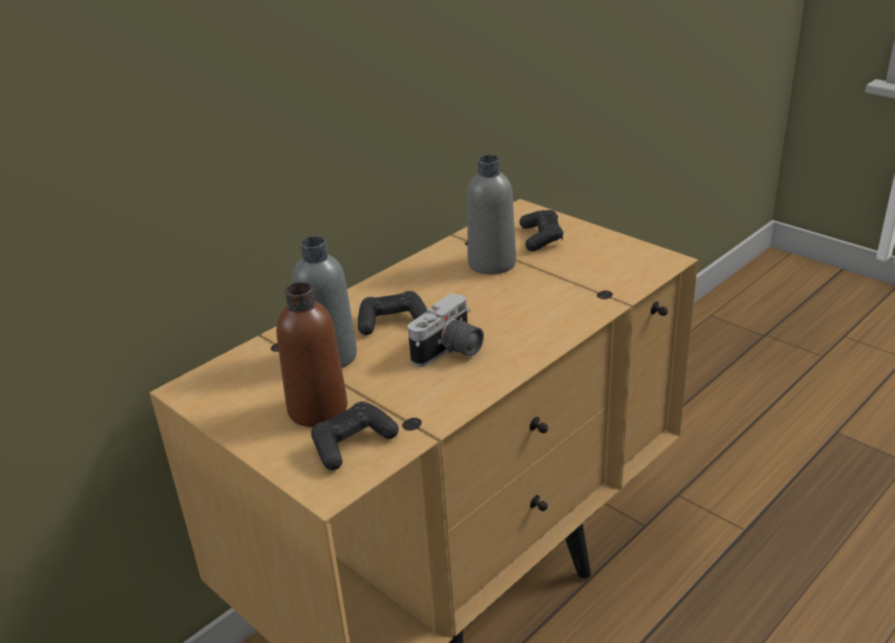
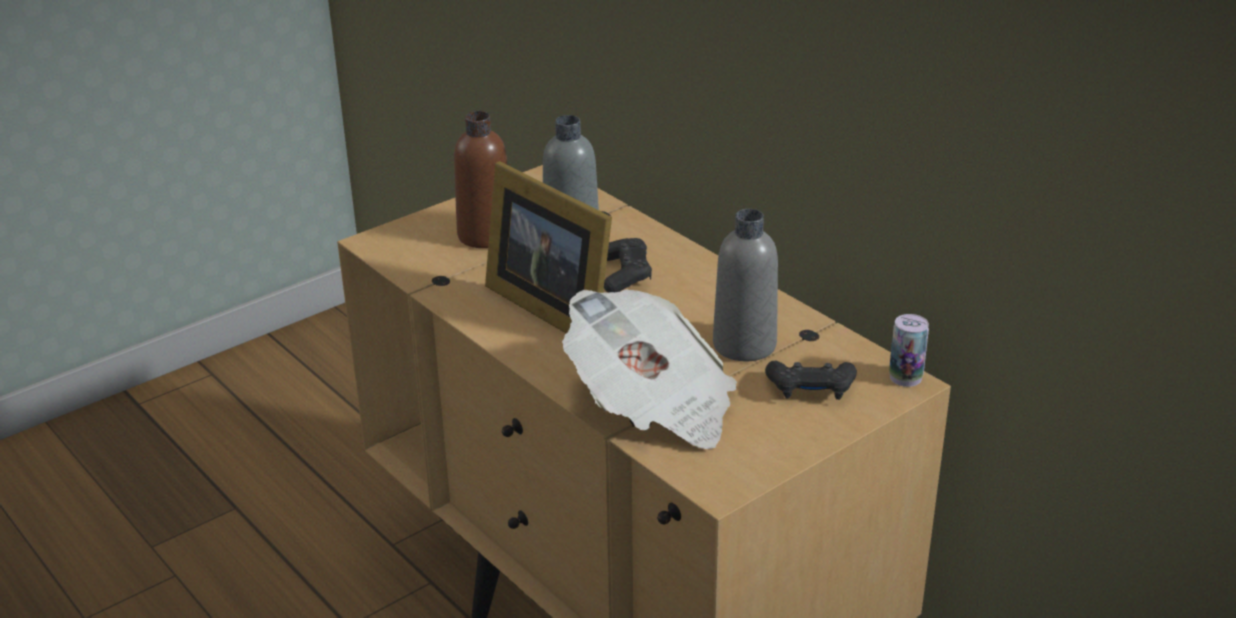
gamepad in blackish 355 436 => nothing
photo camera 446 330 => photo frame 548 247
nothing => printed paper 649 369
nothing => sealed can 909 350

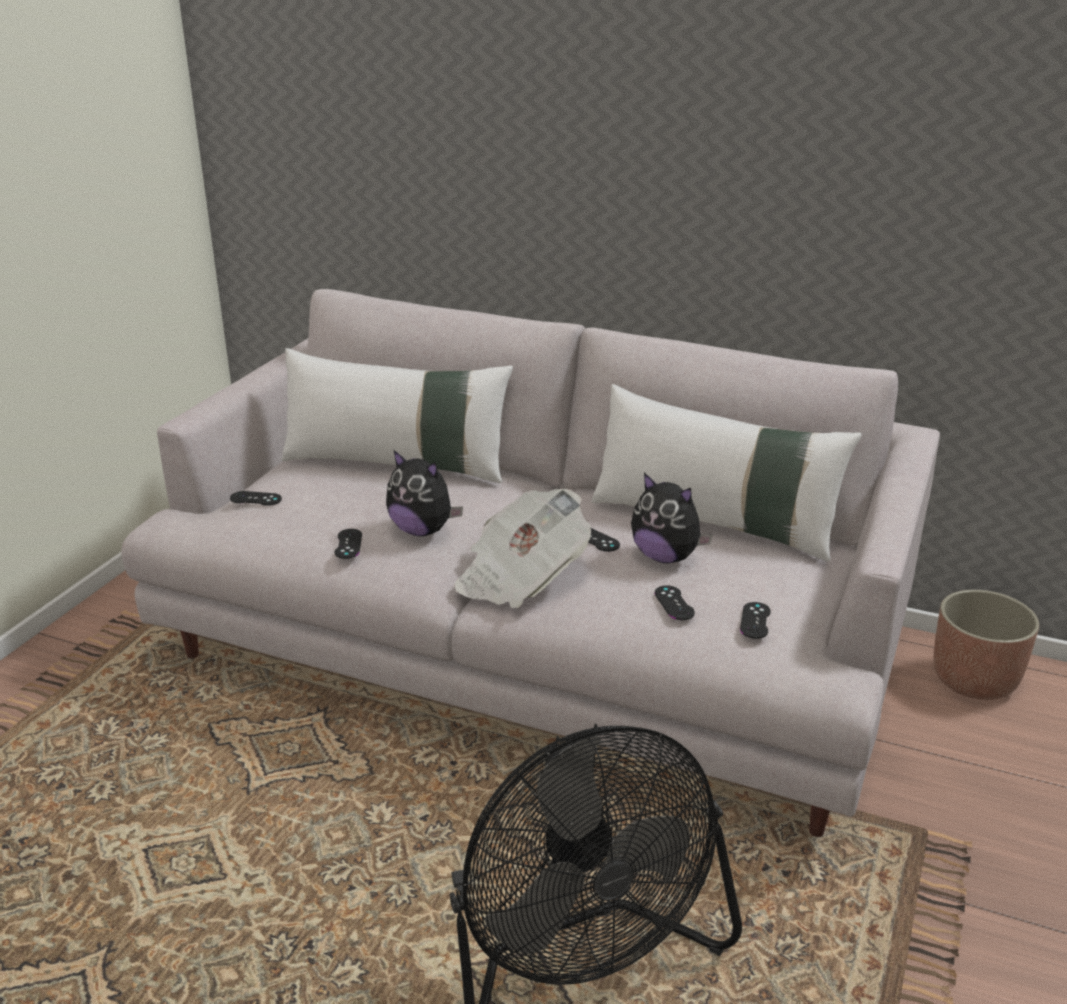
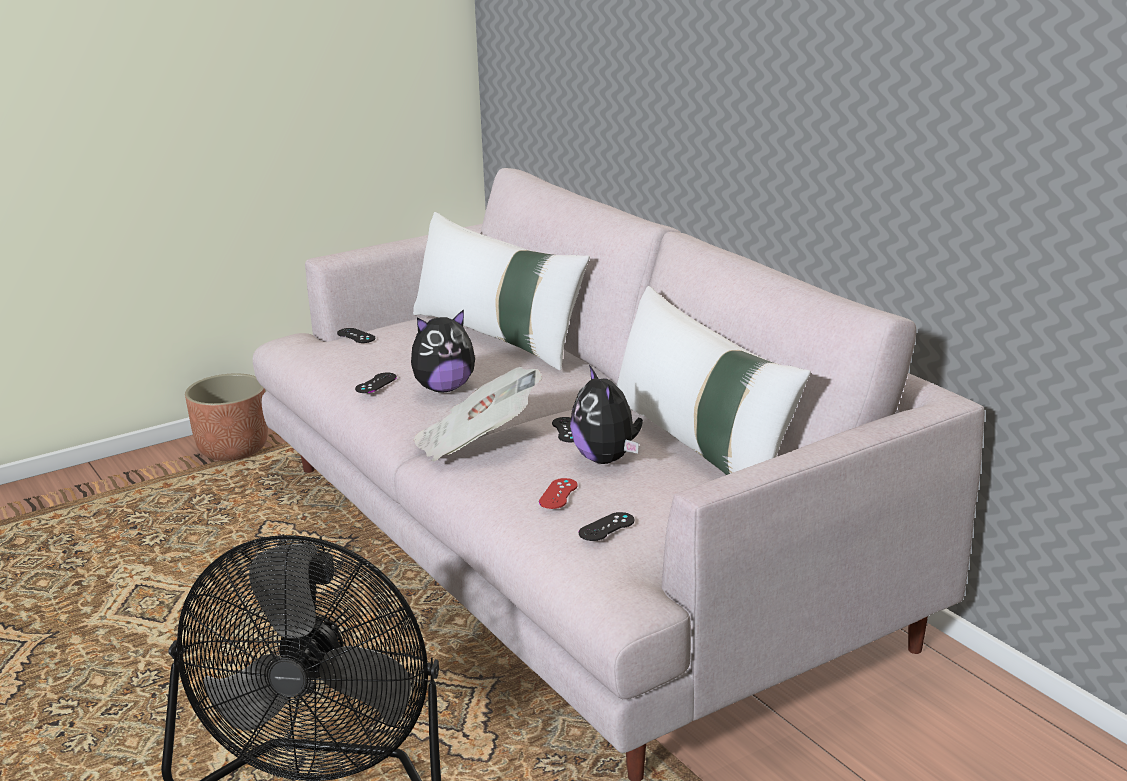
cuddly toy 424 493 => cuddly toy 443 350, 90 degrees counterclockwise
gamepad in blackish 674 602 => gamepad in red 558 493
plant pot 986 645 => plant pot 226 417, relocated

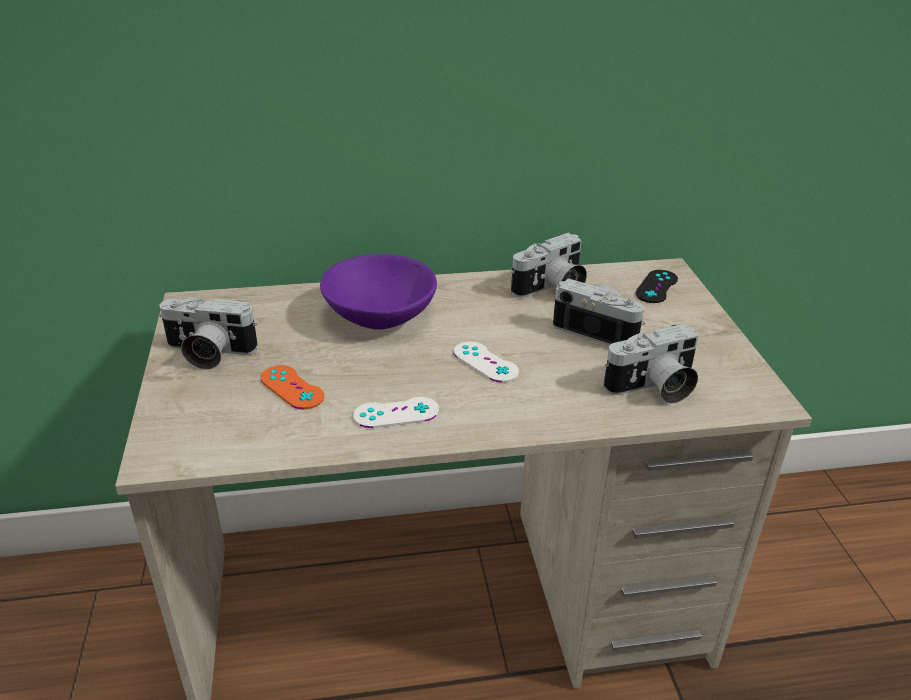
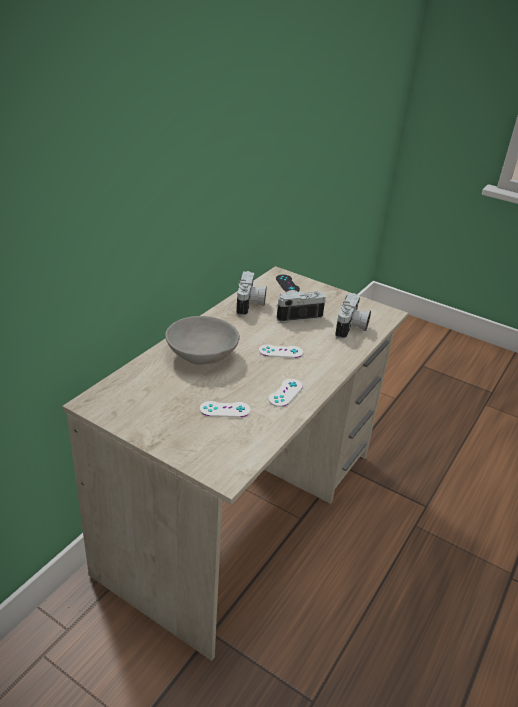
photo camera 208 333 => nothing
gamepad in orangey 292 387 => gamepad in whitish 225 409
deep dish in purple-coloured 378 292 => deep dish in greyish 202 340

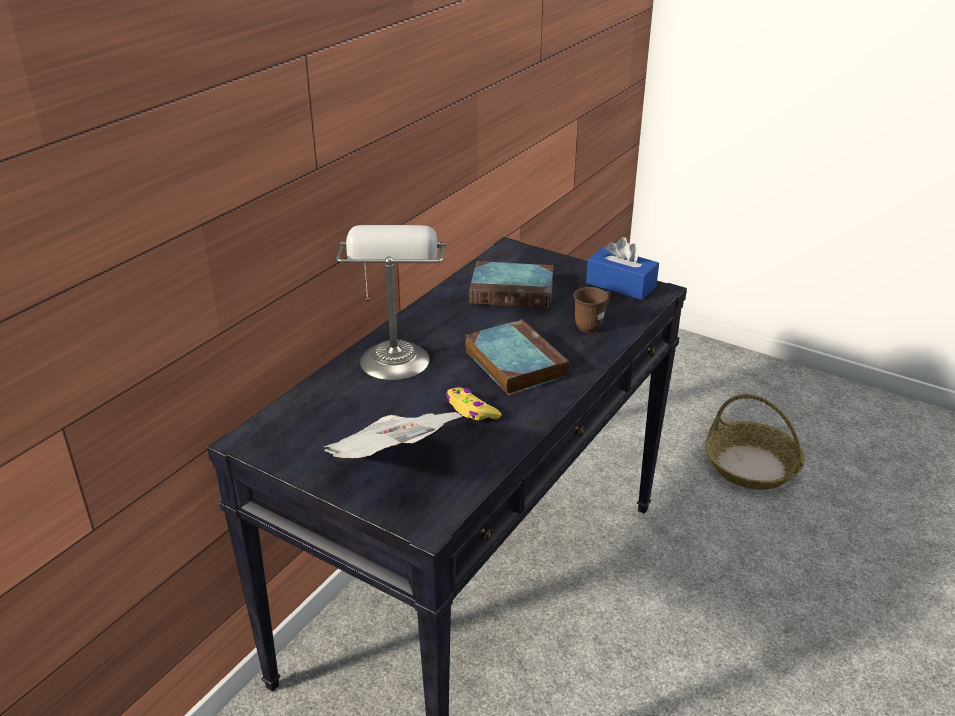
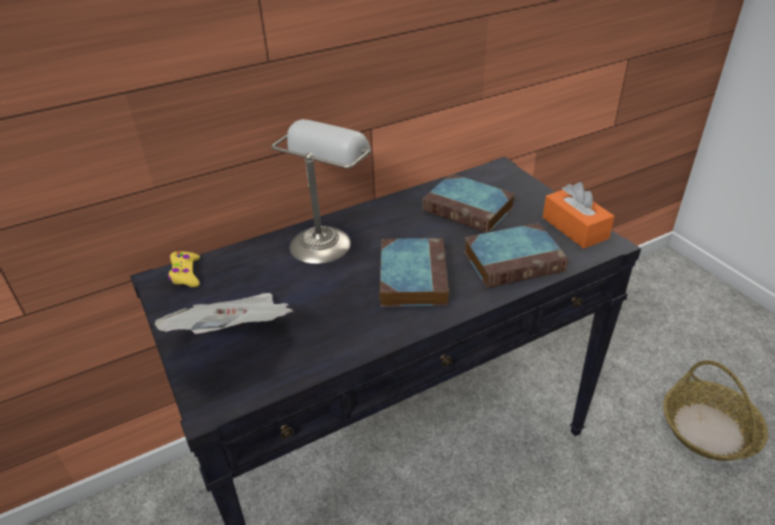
gamepad in yellow-coloured 474 404 => gamepad in yellow-coloured 184 269, relocated
coffee mug in brownish 591 310 => bound book 515 255
tissue holder in blue-coloured 622 268 => tissue holder in orangey 579 215

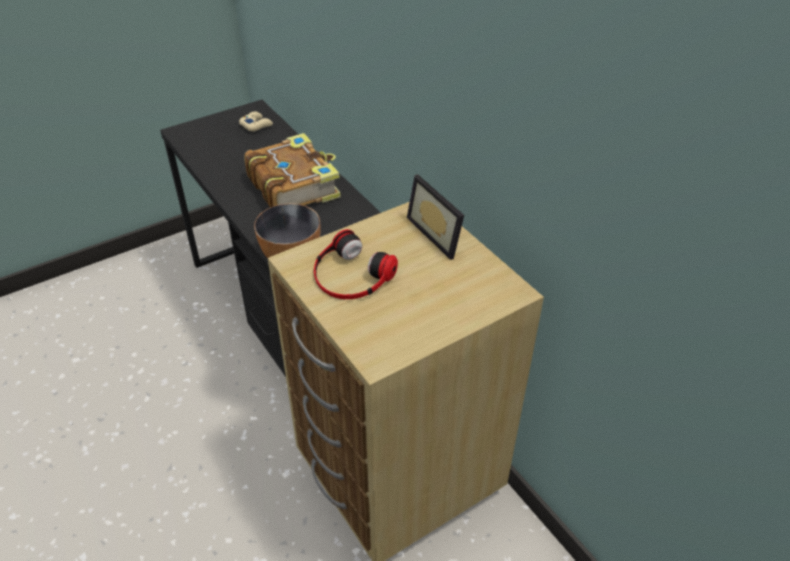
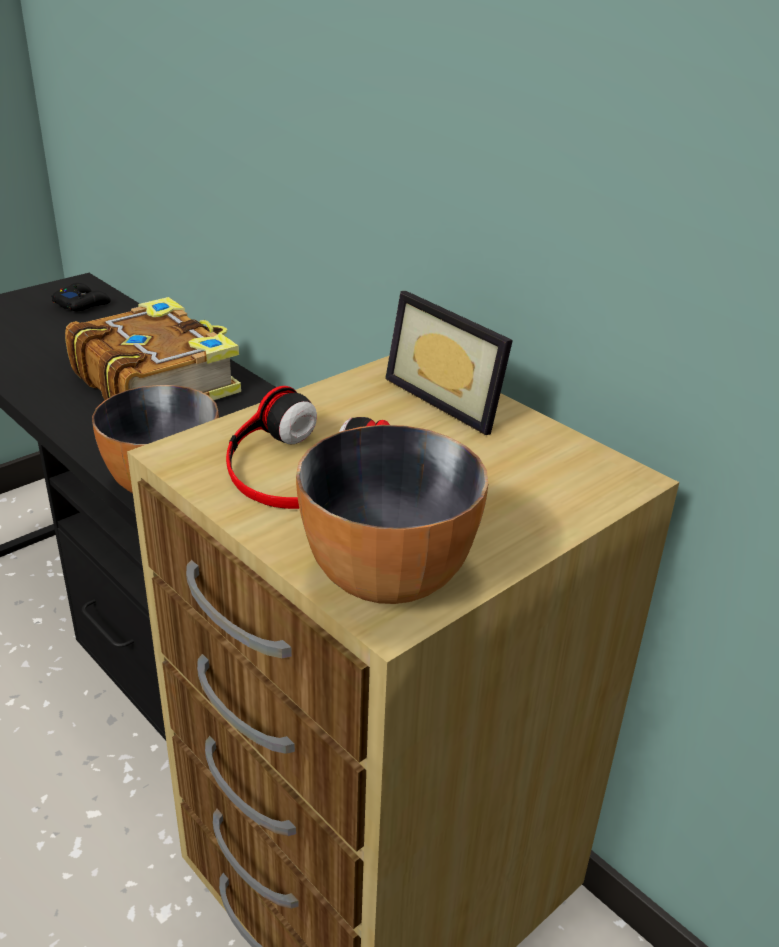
gamepad in sand-coloured 256 121 => gamepad in blackish 81 297
nothing => deep dish 392 514

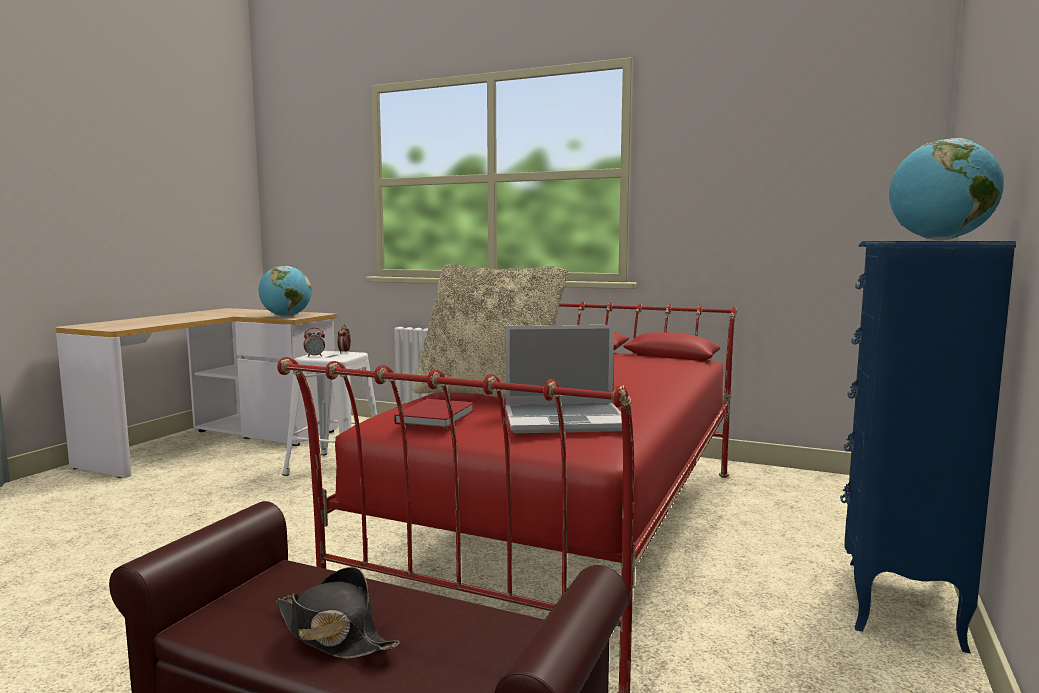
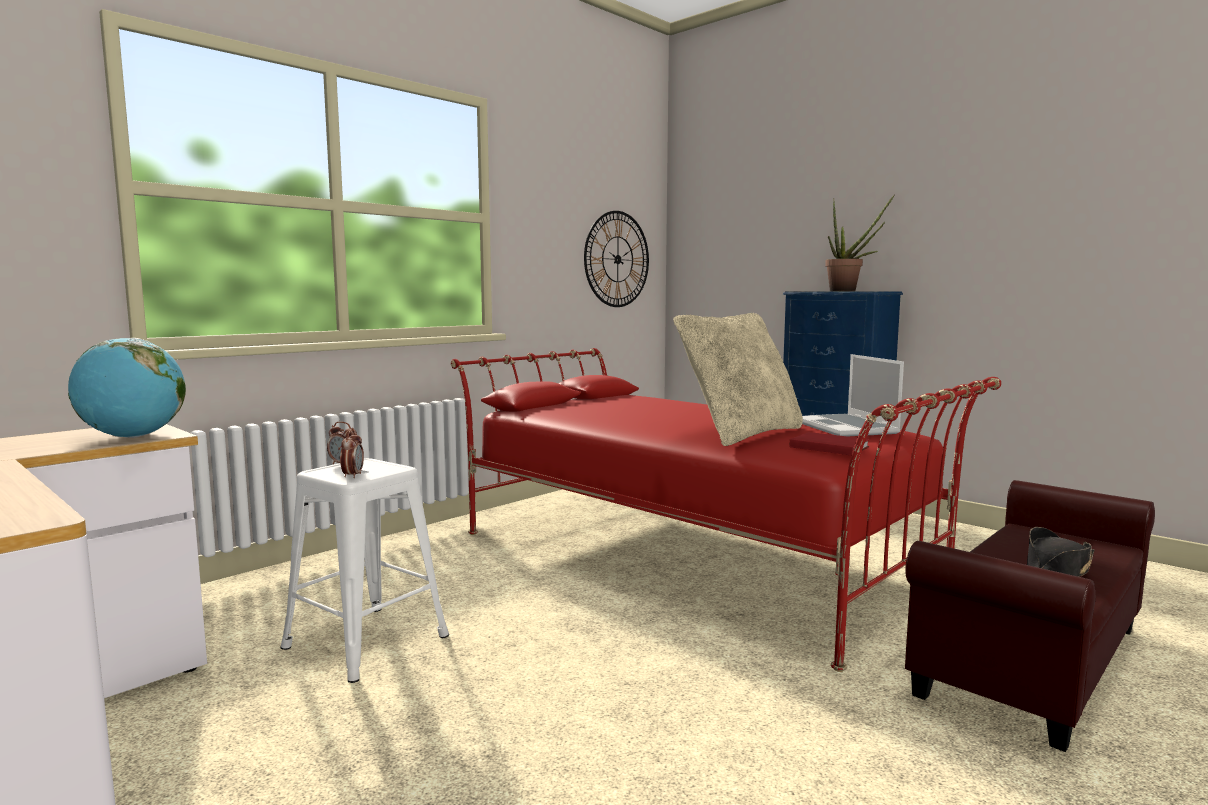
laptop 563 379 => laptop 853 395, 150 degrees clockwise
globe 946 189 => houseplant 860 242
nothing => clock on the wall 616 259

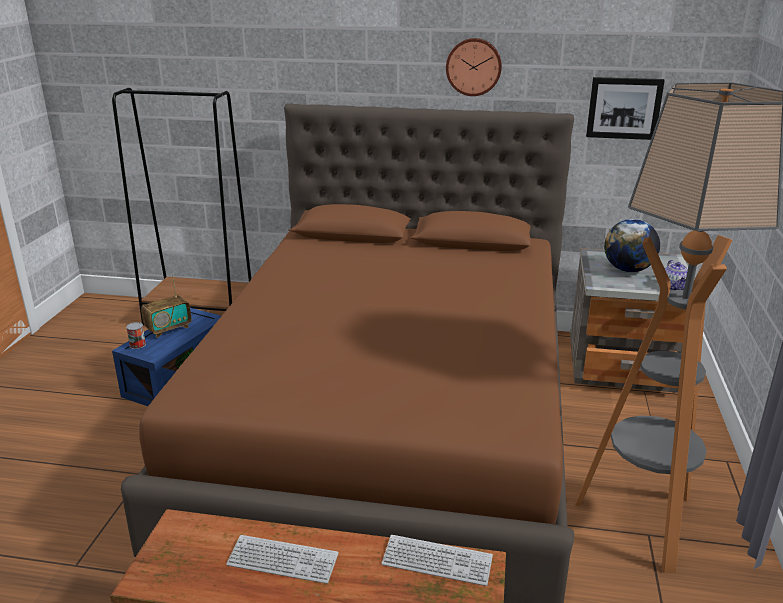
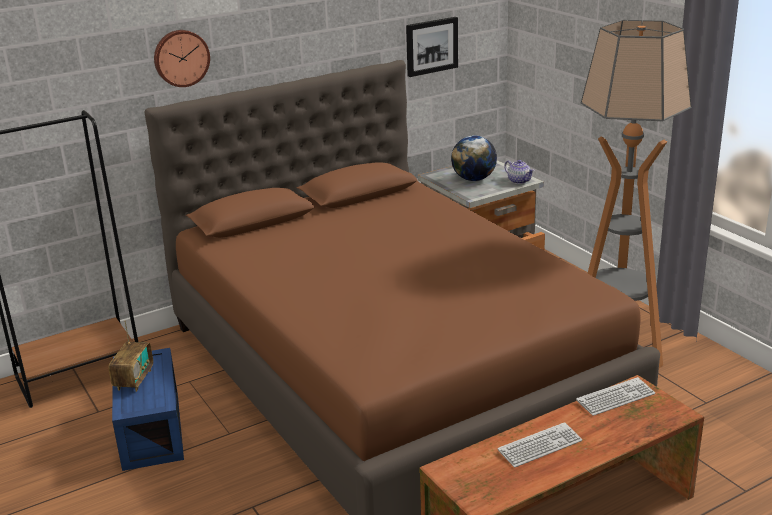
sealed can 136 335 => nothing
clock on the wall 474 67 => clock on the wall 182 58, relocated

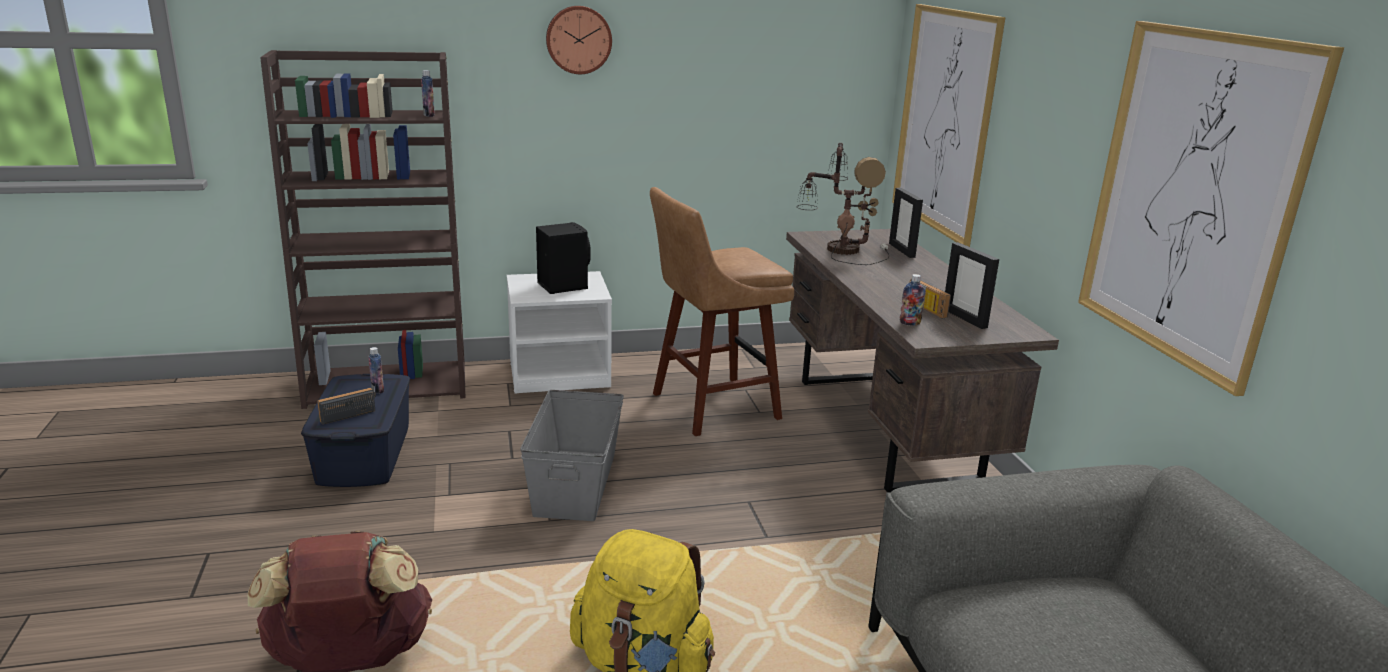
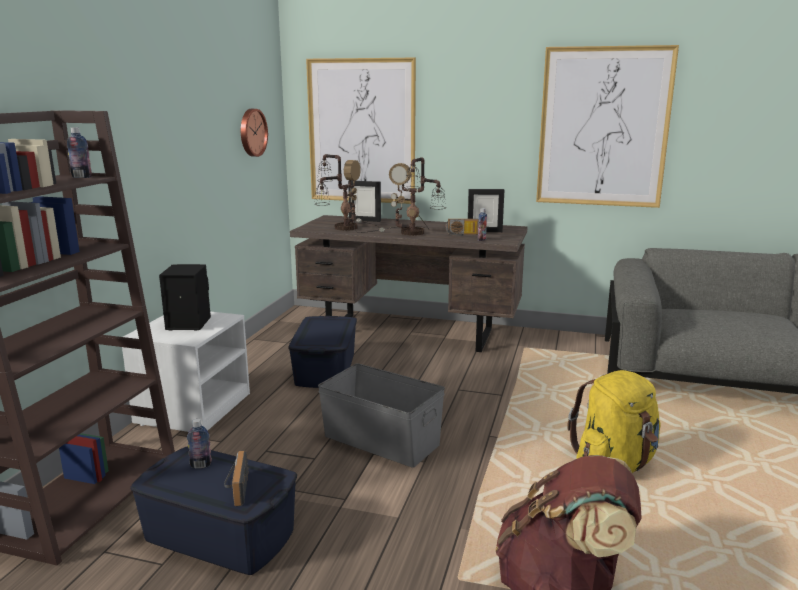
clock on the wall 579 40 => clock on the wall 254 133, relocated
sitting stool in brownish 722 311 => storage box in blue-coloured 322 352
nothing => tabletop lamp 412 196

